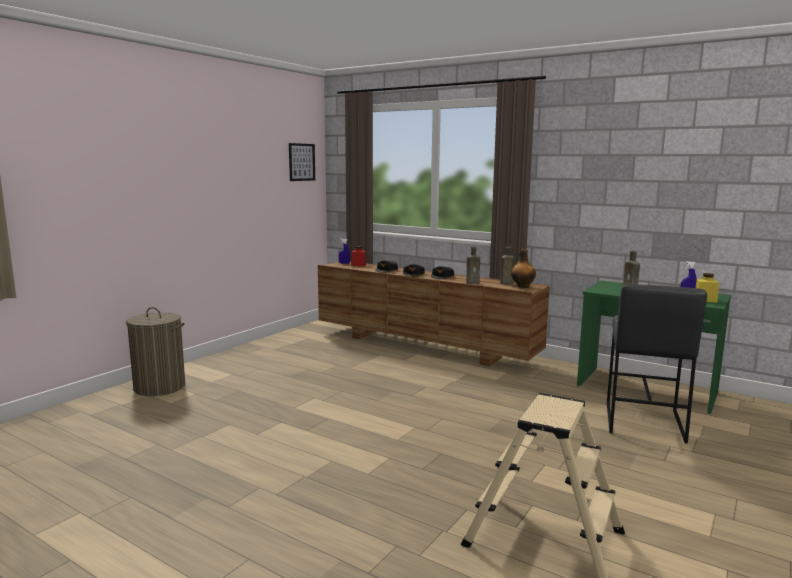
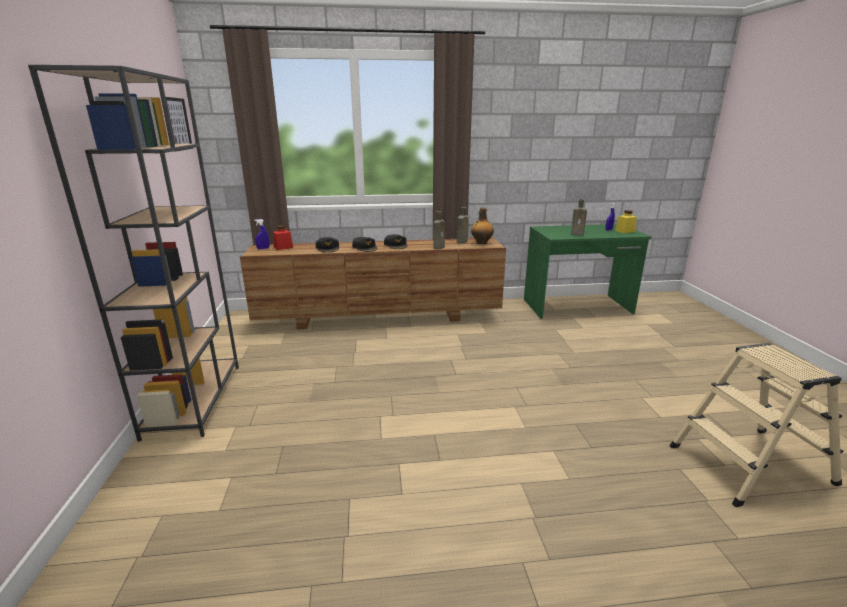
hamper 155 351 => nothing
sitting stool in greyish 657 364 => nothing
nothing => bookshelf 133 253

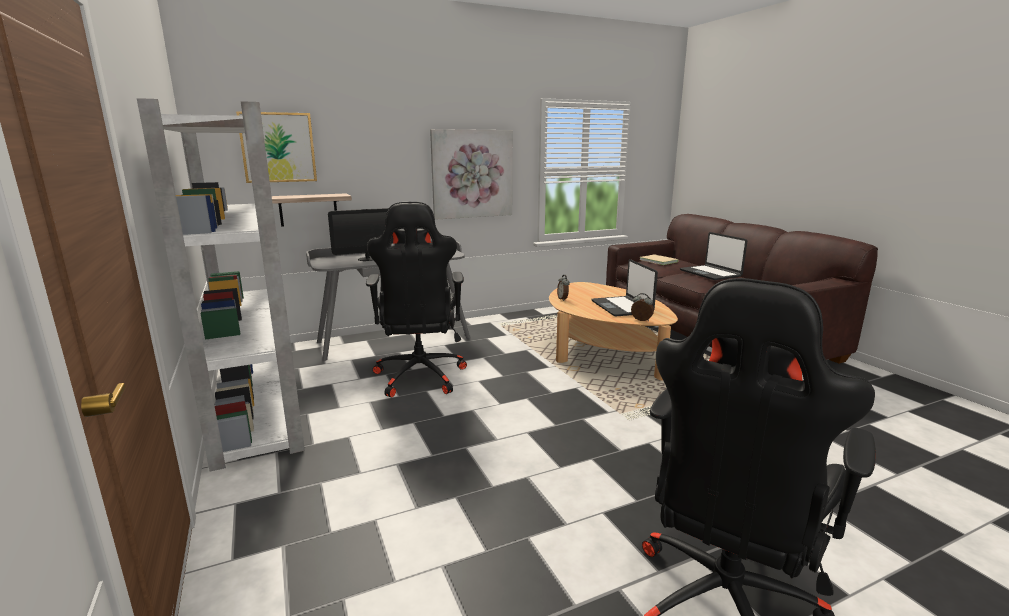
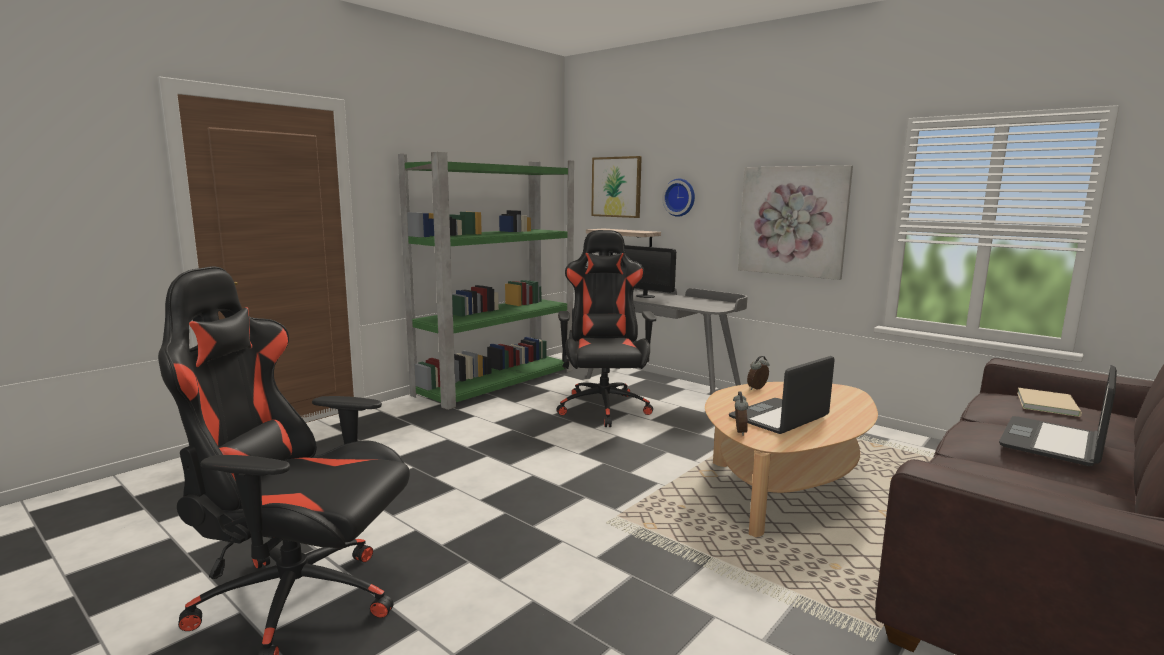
bookshelf in whitish 221 285 => bookshelf in green 486 281
desk chair in blackish 416 299 => desk chair in blackish 606 328, 120 degrees clockwise
nothing => clock on the wall 678 198

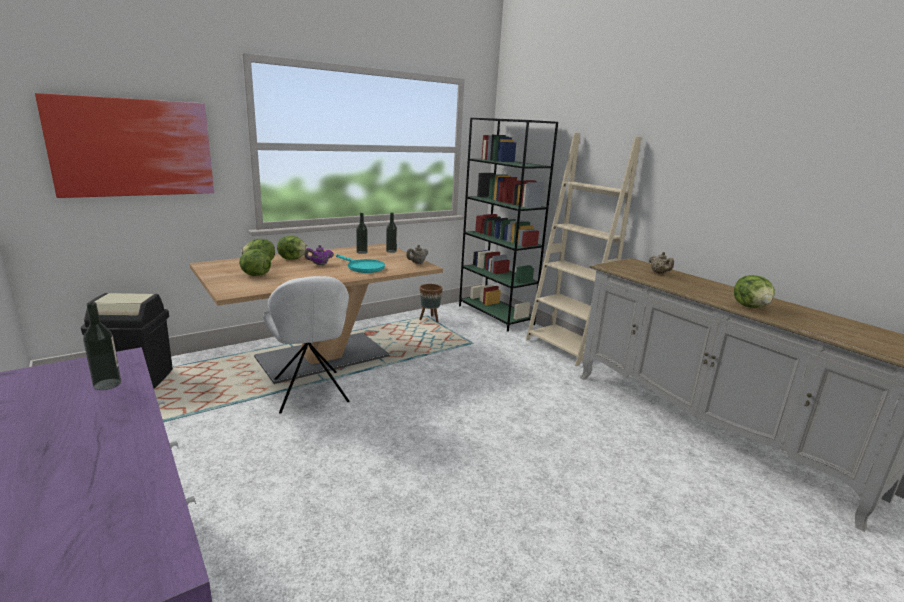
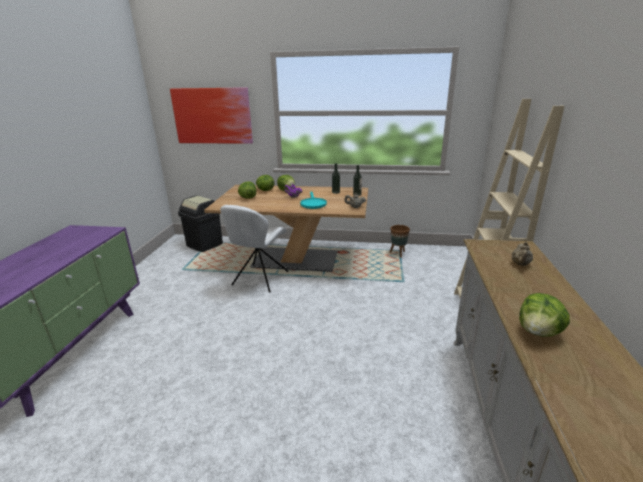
drink bottle 102 346 => nothing
bookshelf in green 508 225 => nothing

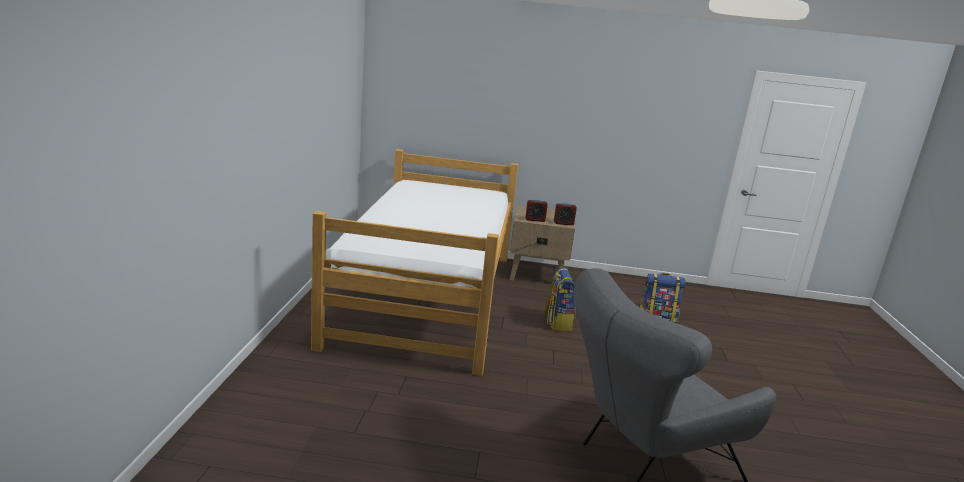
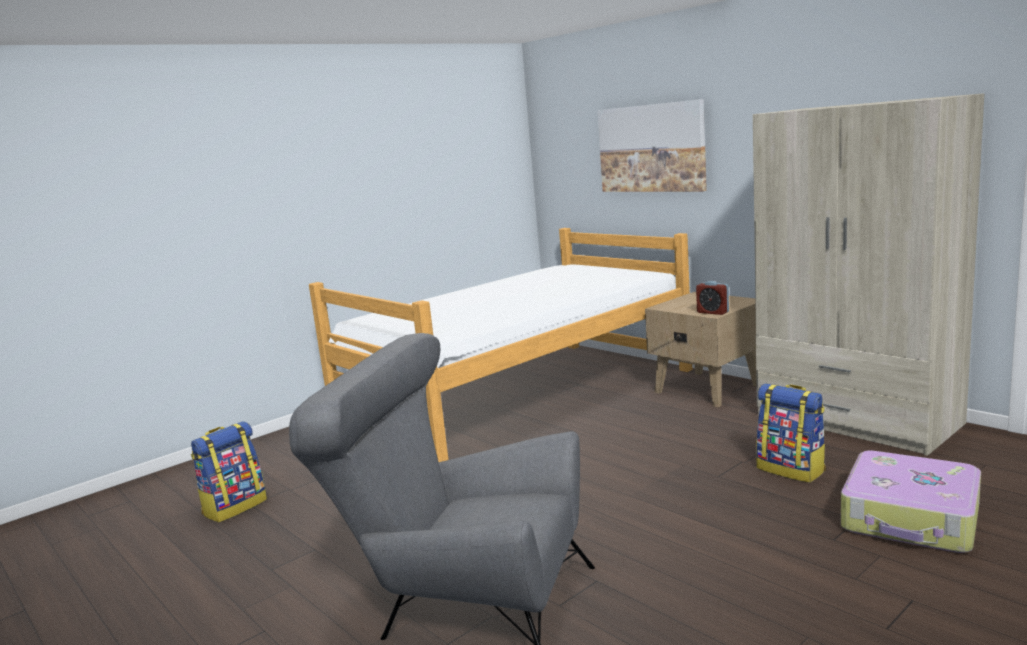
alarm clock 536 210 => nothing
rucksack 560 299 => rucksack 229 471, relocated
nothing => picture 652 145
nothing => wardrobe in sand-coloured 868 274
nothing => suitcase 911 501

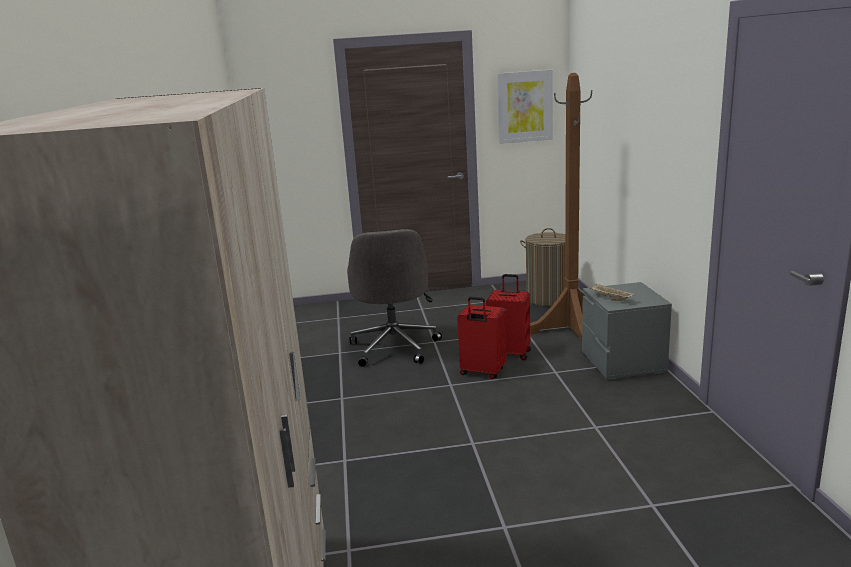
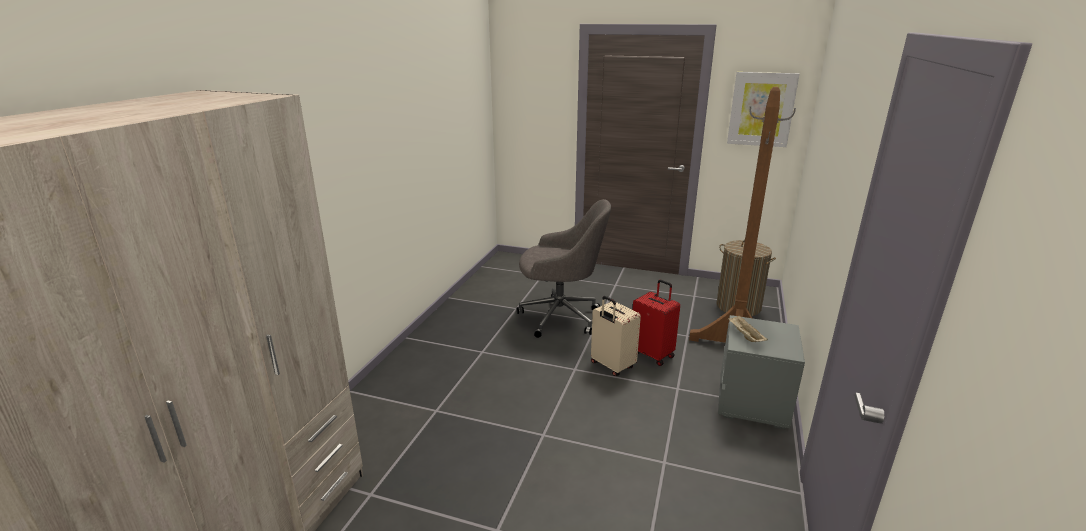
desk chair in greyish 394 298 => desk chair in greyish 564 268, 105 degrees counterclockwise
suitcase in red 482 338 => suitcase in sand-coloured 616 336

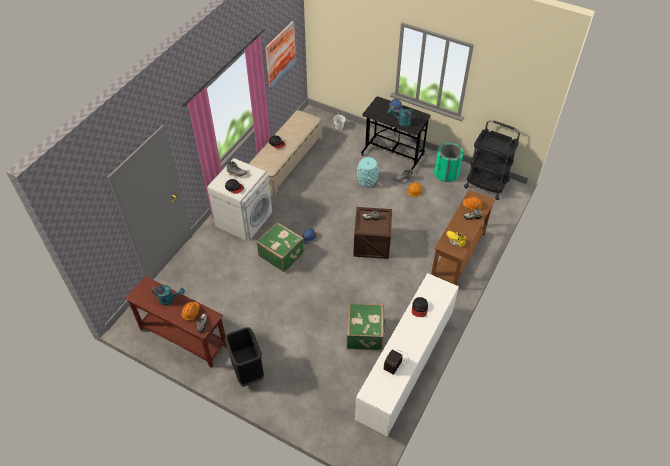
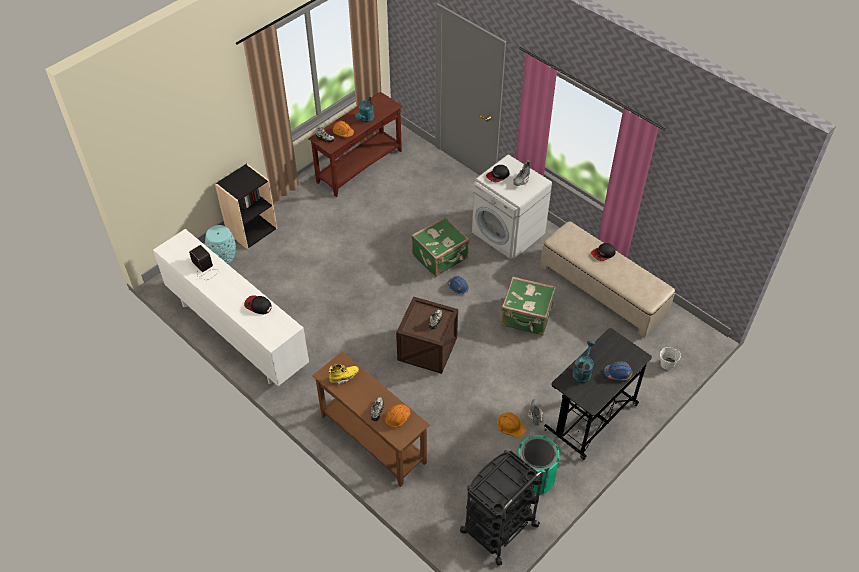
rubbish bin in blackish 244 356 => nothing
picture 280 55 => nothing
suitcase in green 366 326 => suitcase in green 528 306, relocated
sitting stool in blue-green 368 172 => sitting stool in blue-green 220 244, relocated
nothing => bookshelf in blackish 246 206

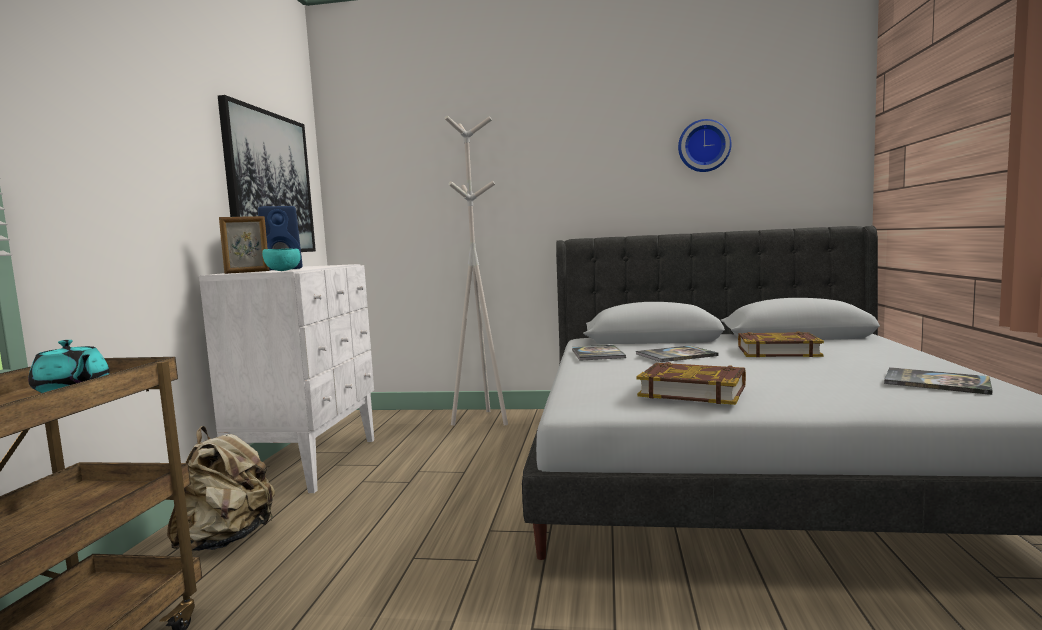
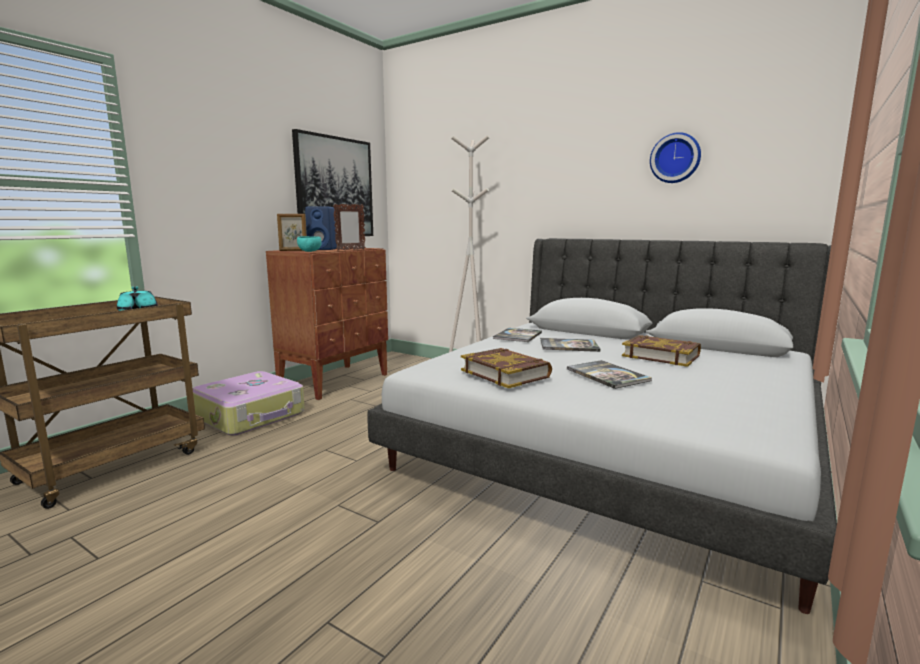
rucksack in sand-coloured 221 488 => suitcase 249 403
chest of drawers in whitish 286 378 => chest of drawers in brownish 327 323
bound book 938 381 => bound book 609 374, relocated
nothing => photo frame 349 227

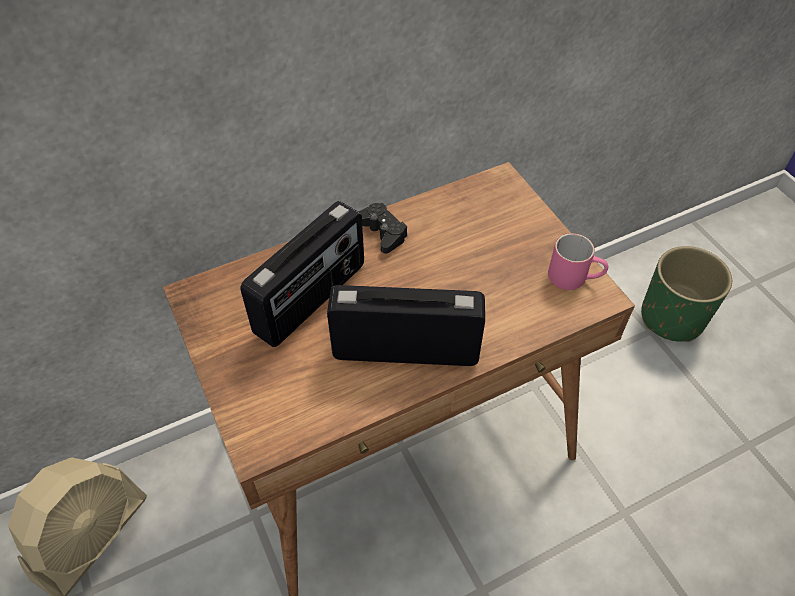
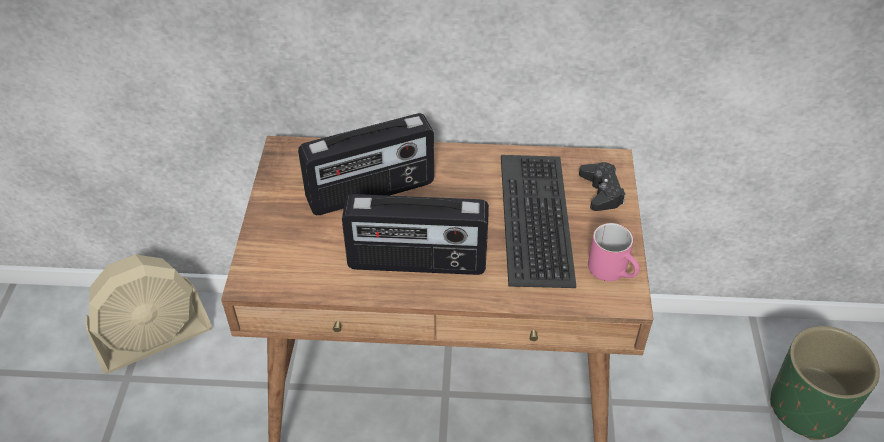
radio set 406 325 => radio set 415 234, 150 degrees clockwise
gamepad in blackish 383 228 => gamepad in blackish 602 186, relocated
nothing => keyboard 538 221

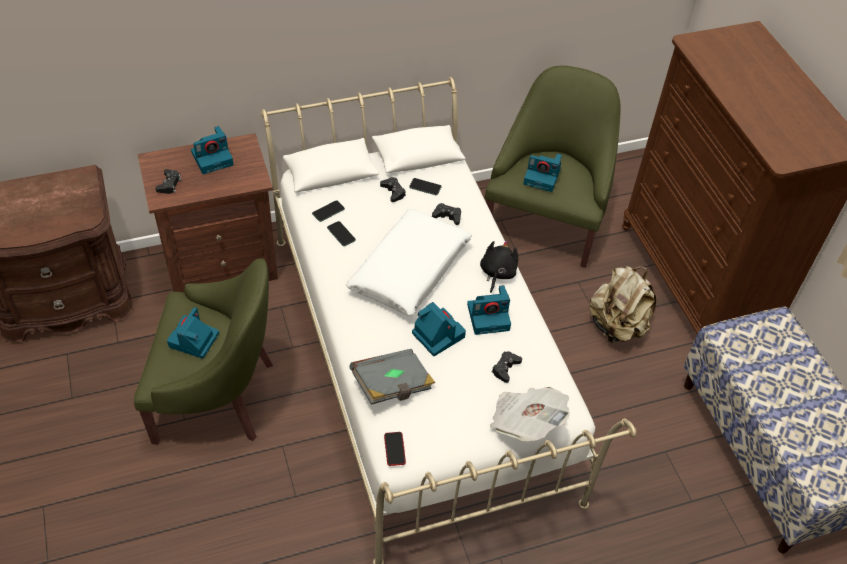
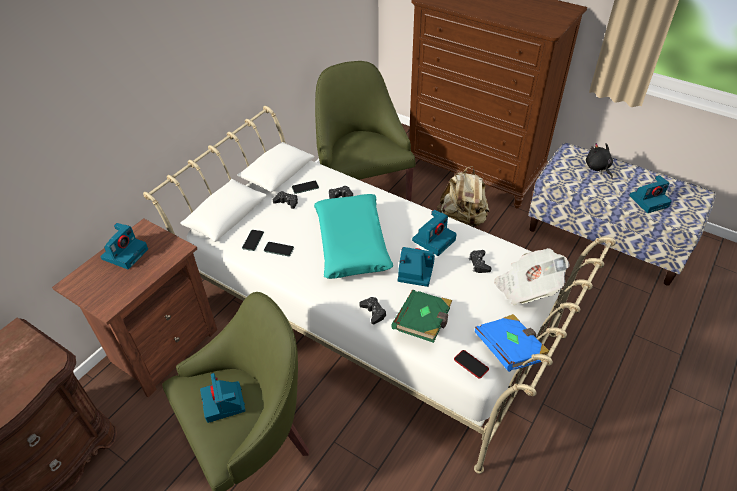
gamepad in blackish 168 181 => gamepad in blackish 372 310, relocated
pillow in whitish 409 262 => pillow in blue-green 354 236
bound book in greyish 392 377 => bound book in green 421 316
cuddly toy in blackish 499 266 => cuddly toy in blackish 599 161, relocated
photo camera 542 173 => photo camera 650 194, relocated
nothing => bound book in blue-coloured 512 343

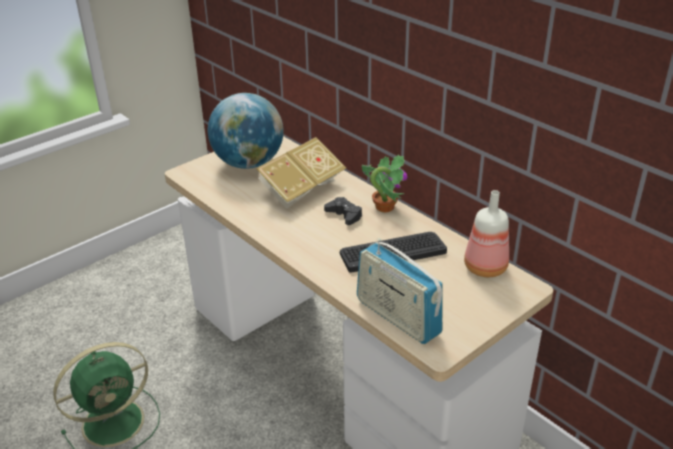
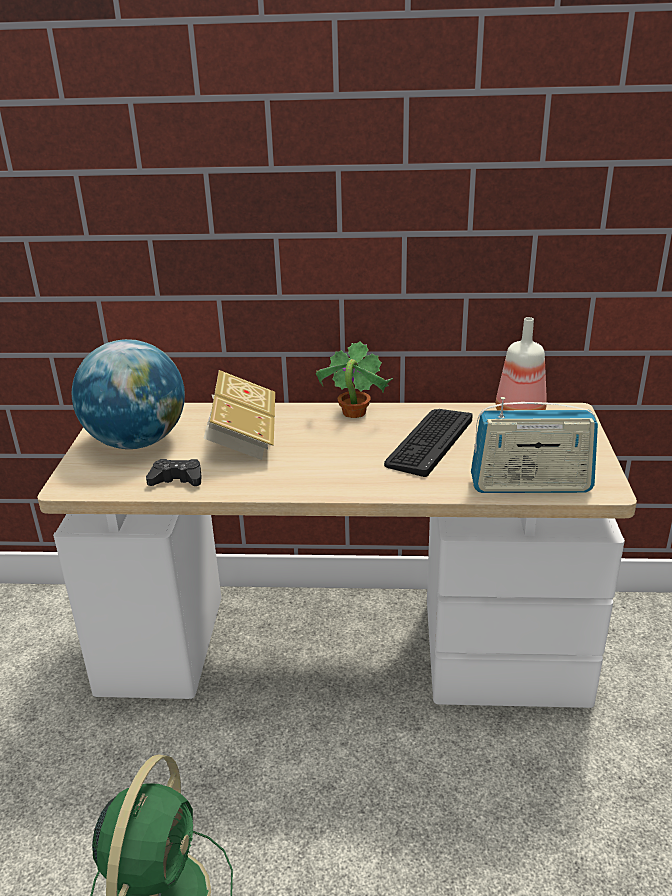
gamepad in blackish 343 211 => gamepad in blackish 174 472, relocated

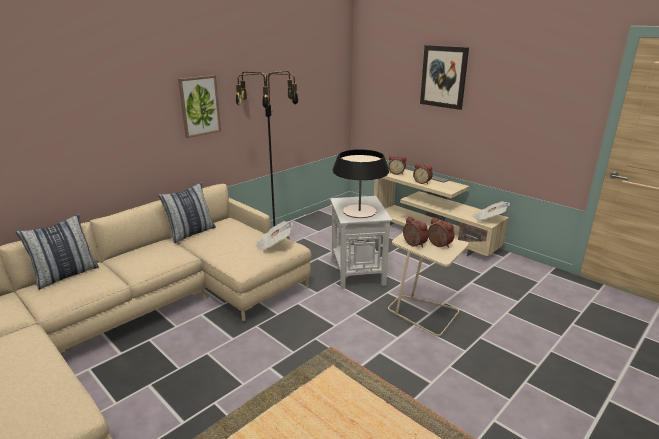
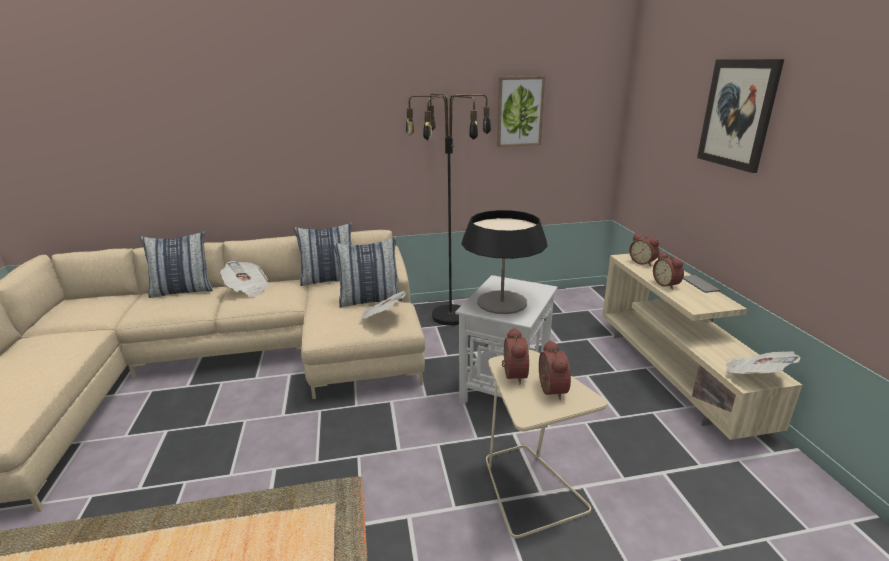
picture 199 106 => picture 521 111, relocated
nothing => printed paper 245 279
nothing => pillow 367 272

